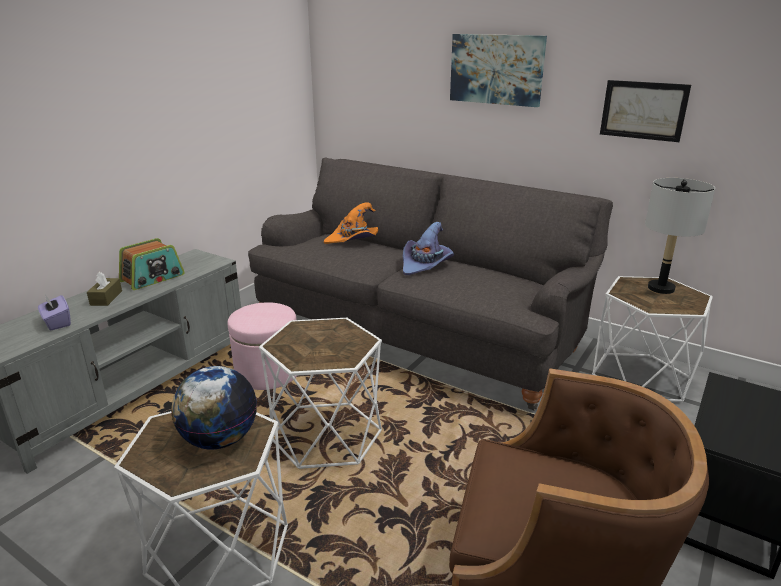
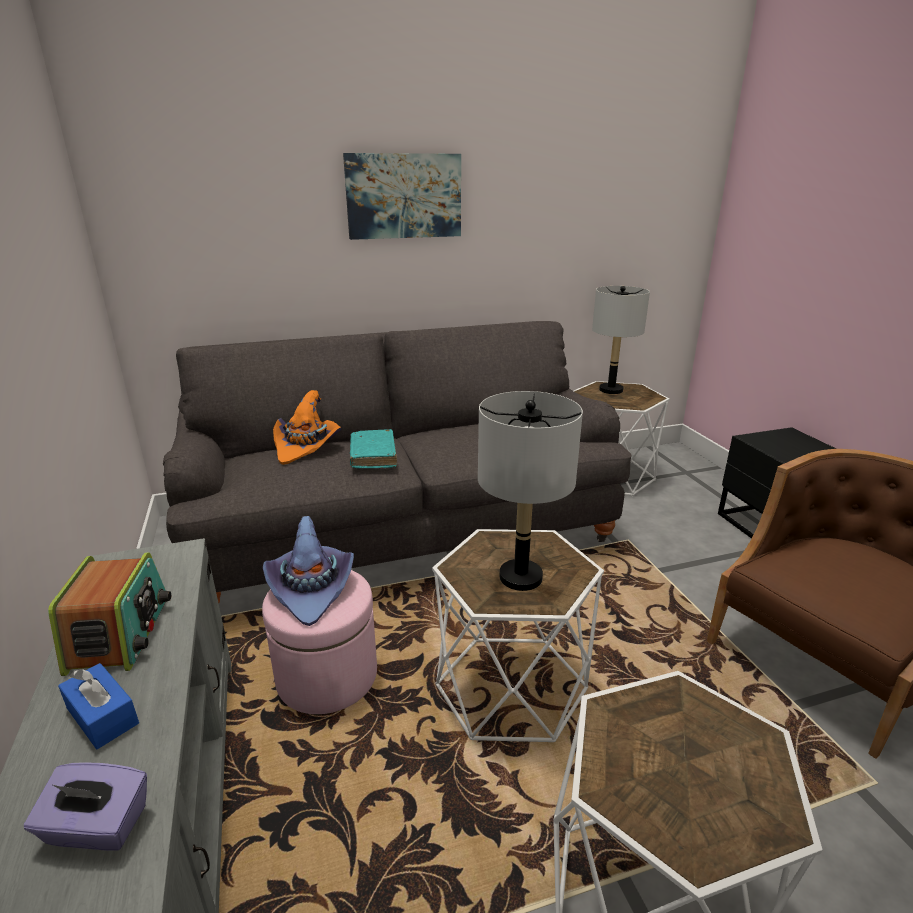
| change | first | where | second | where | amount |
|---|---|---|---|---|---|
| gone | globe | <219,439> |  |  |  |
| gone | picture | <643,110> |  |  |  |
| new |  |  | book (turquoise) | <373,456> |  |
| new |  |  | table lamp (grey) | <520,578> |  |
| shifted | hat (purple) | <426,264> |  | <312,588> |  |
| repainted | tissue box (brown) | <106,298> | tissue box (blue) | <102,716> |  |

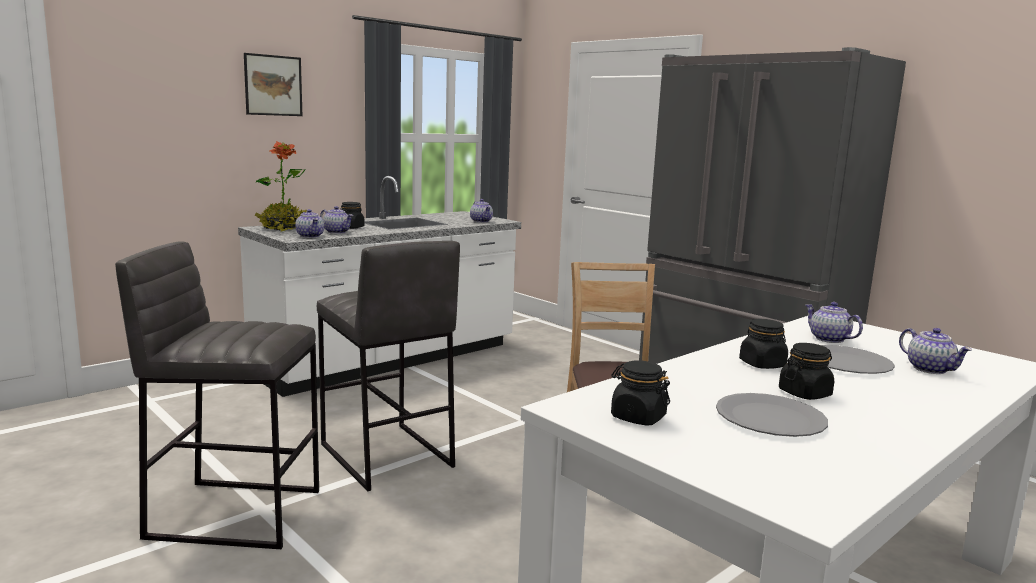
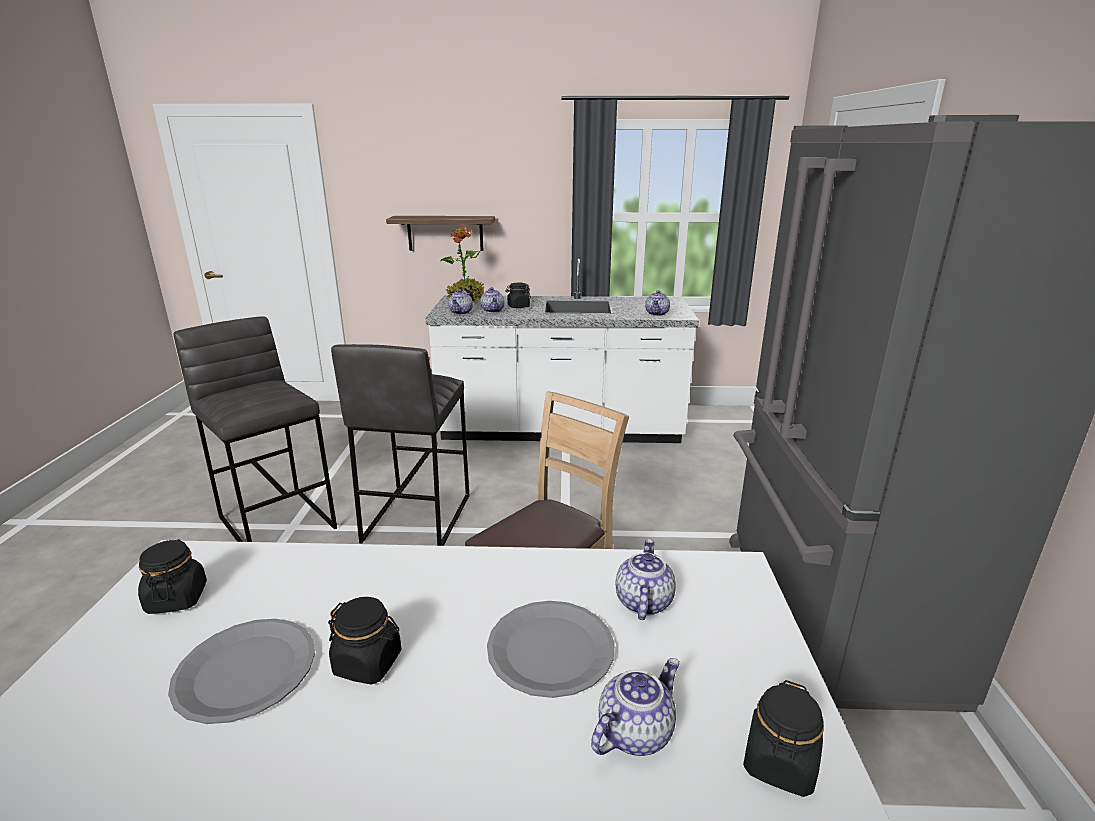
| change | first | where | second | where | amount |
|---|---|---|---|---|---|
| gone | picture | <273,85> |  |  |  |
| new |  |  | shelf | <445,233> |  |
| shifted | jar (black) | <762,364> |  | <779,763> |  |
| rotated | teapot | <930,369> |  | <634,731> | 150 degrees counterclockwise |

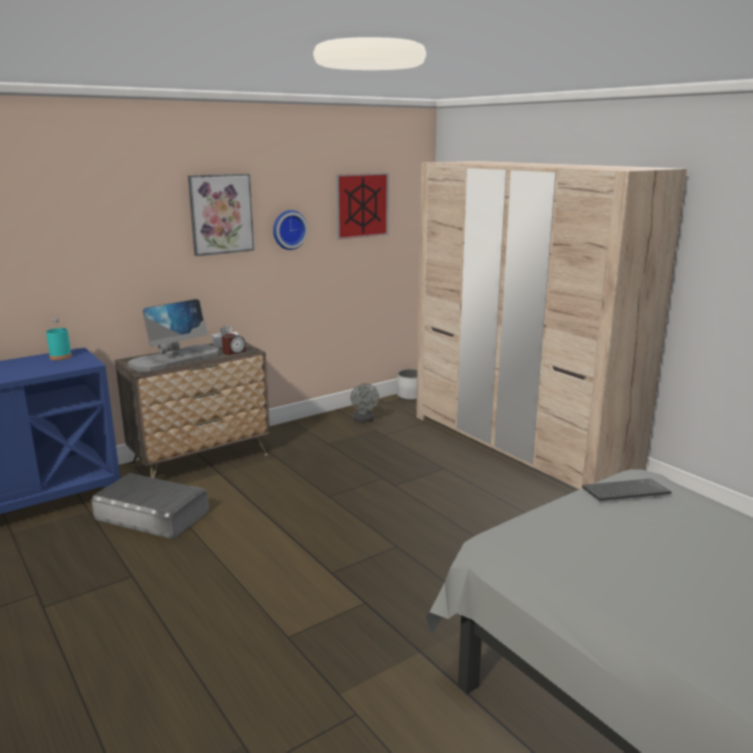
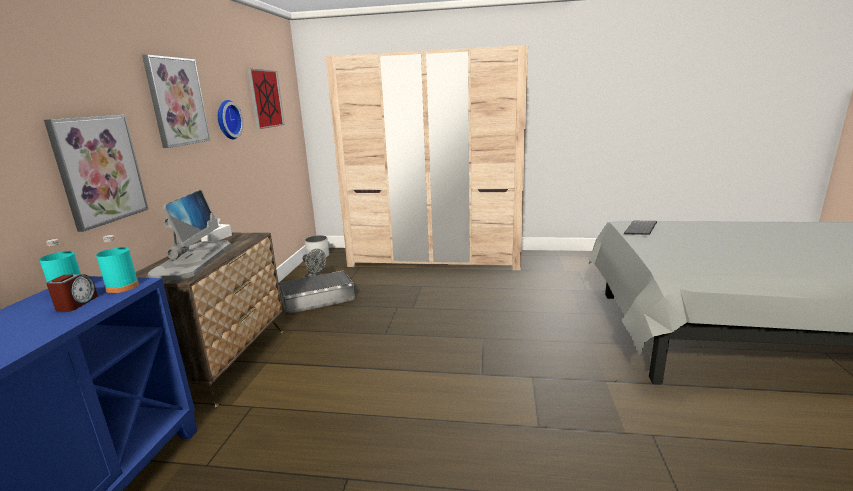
| change | first | where | second | where | amount |
|---|---|---|---|---|---|
| new |  |  | picture | <99,170> |  |
| new |  |  | bottle (turquoise) | <122,287> |  |
| shifted | storage box (grey) | <151,515> |  | <318,299> |  |
| shifted | alarm clock | <234,352> |  | <76,304> |  |

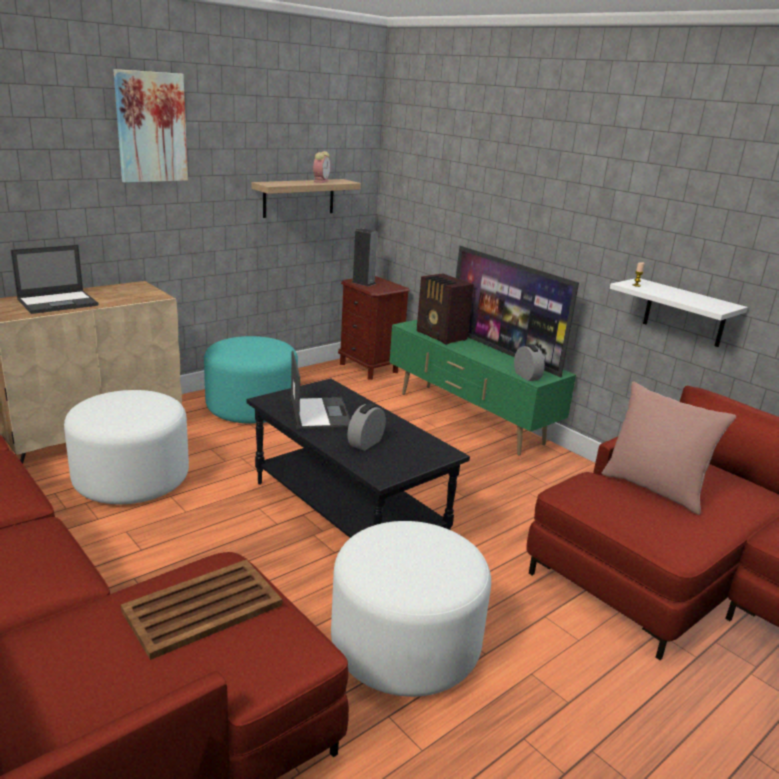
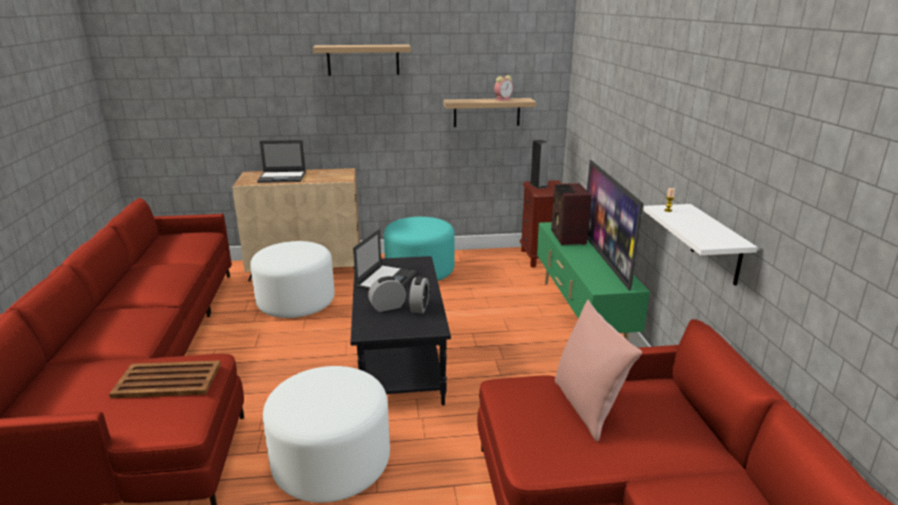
| change | first | where | second | where | amount |
|---|---|---|---|---|---|
| shifted | alarm clock | <527,376> |  | <419,307> |  |
| swapped | picture | <151,127> | shelf | <363,60> |  |

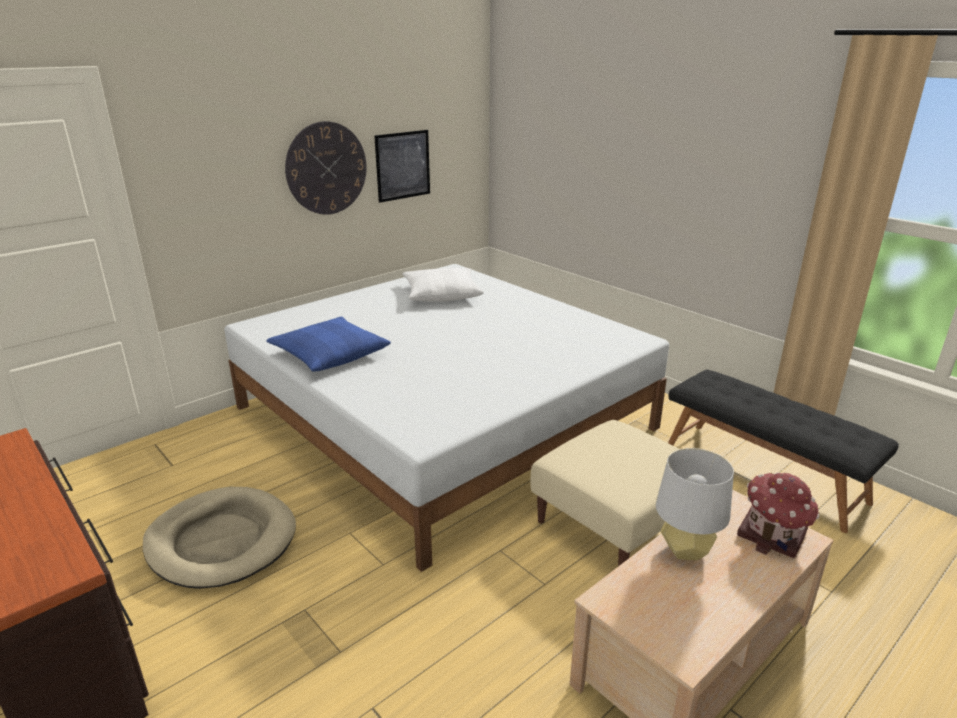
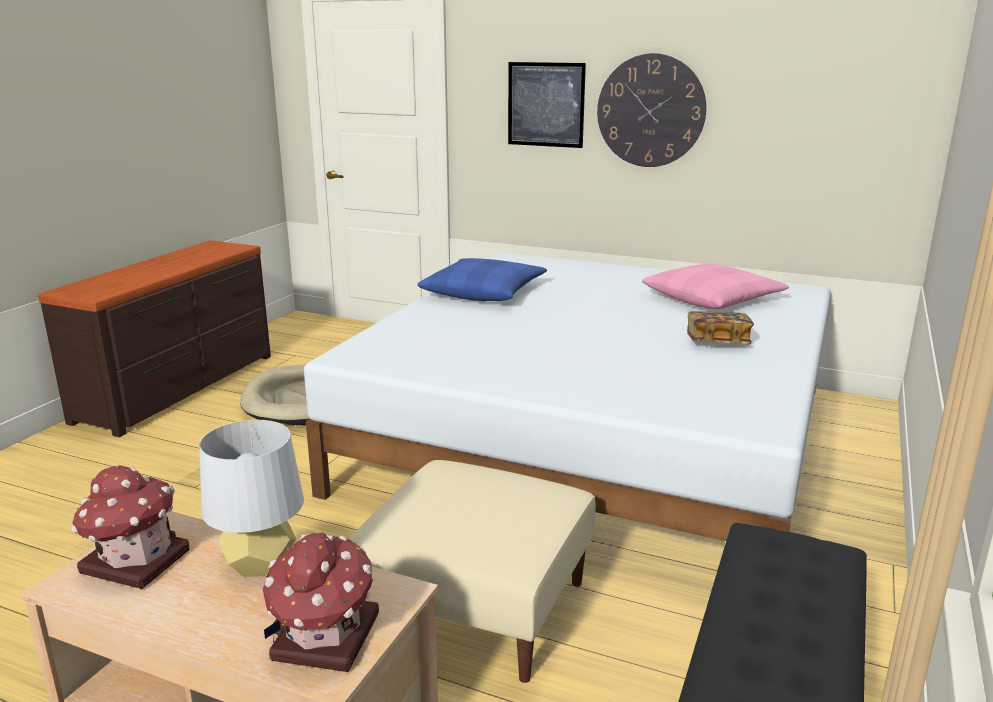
| change | first | where | second | where | amount |
|---|---|---|---|---|---|
| new |  |  | toy house | <134,561> |  |
| new |  |  | book | <717,342> |  |
| shifted | picture | <403,165> |  | <546,104> |  |
| repainted | pillow (white) | <441,293> | pillow (pink) | <712,299> |  |

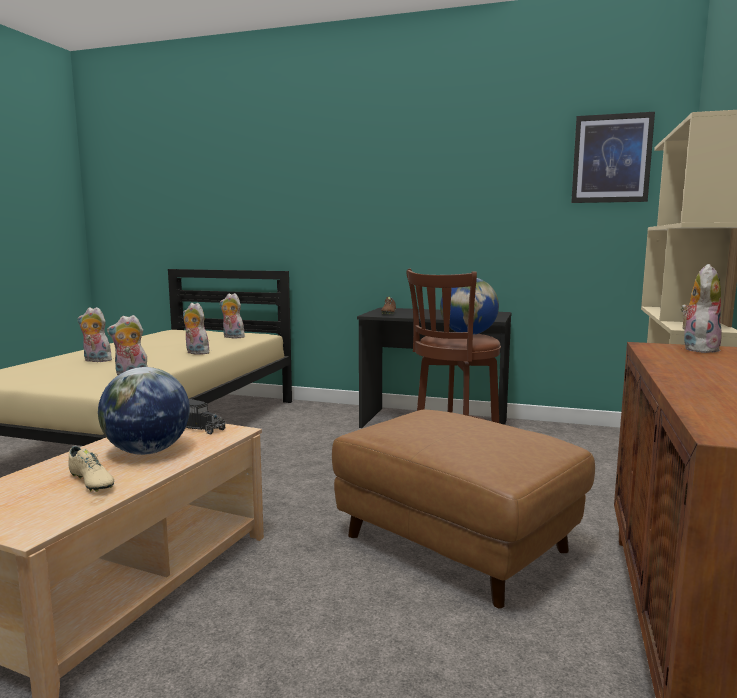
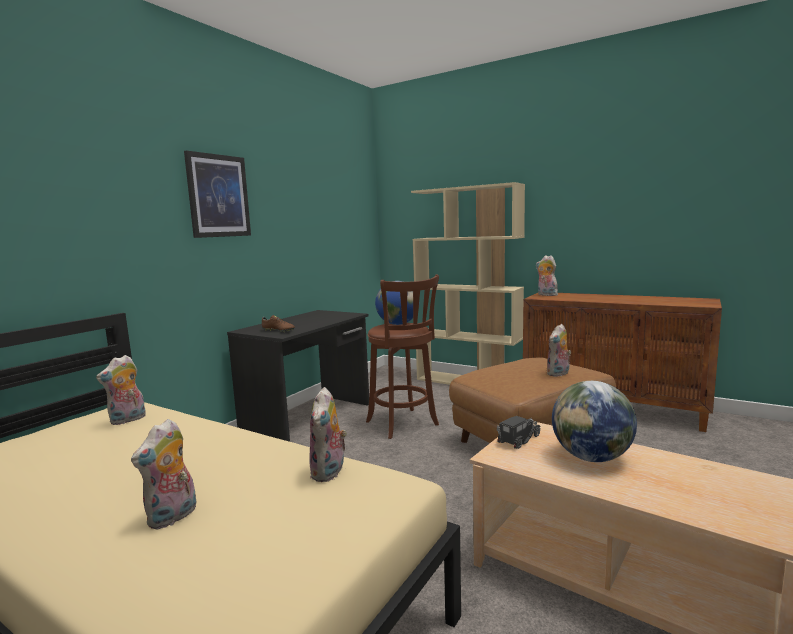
| change | first | where | second | where | amount |
|---|---|---|---|---|---|
| gone | shoe (beige) | <91,482> |  |  |  |
| shifted | plush toy | <195,353> |  | <558,374> |  |
| shifted | picture | <611,159> |  | <218,196> |  |

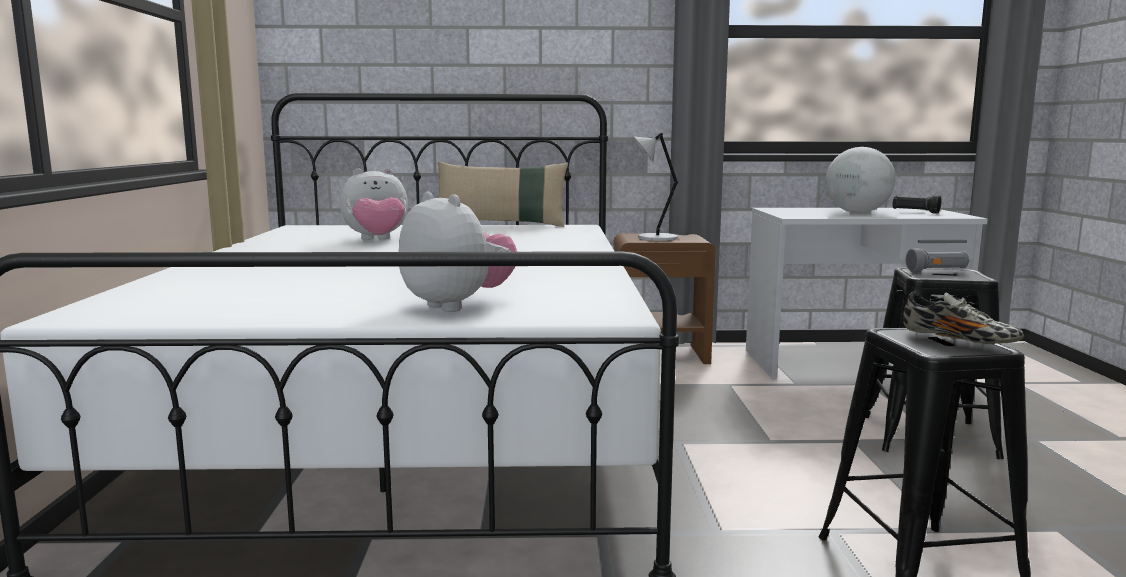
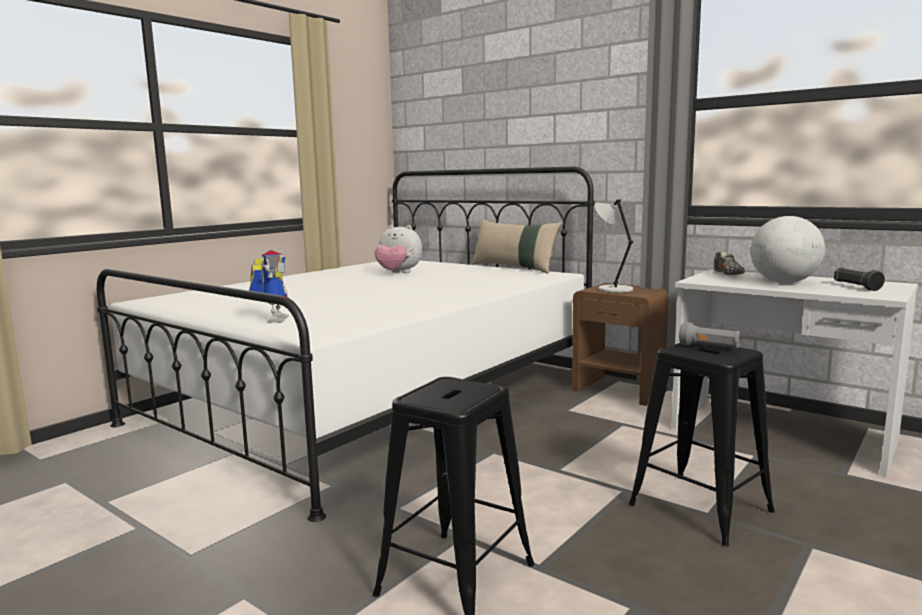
| change | first | where | second | where | amount |
|---|---|---|---|---|---|
| shifted | shoe | <959,341> |  | <728,275> |  |
| swapped | plush toy | <457,305> | toy robot | <274,319> |  |

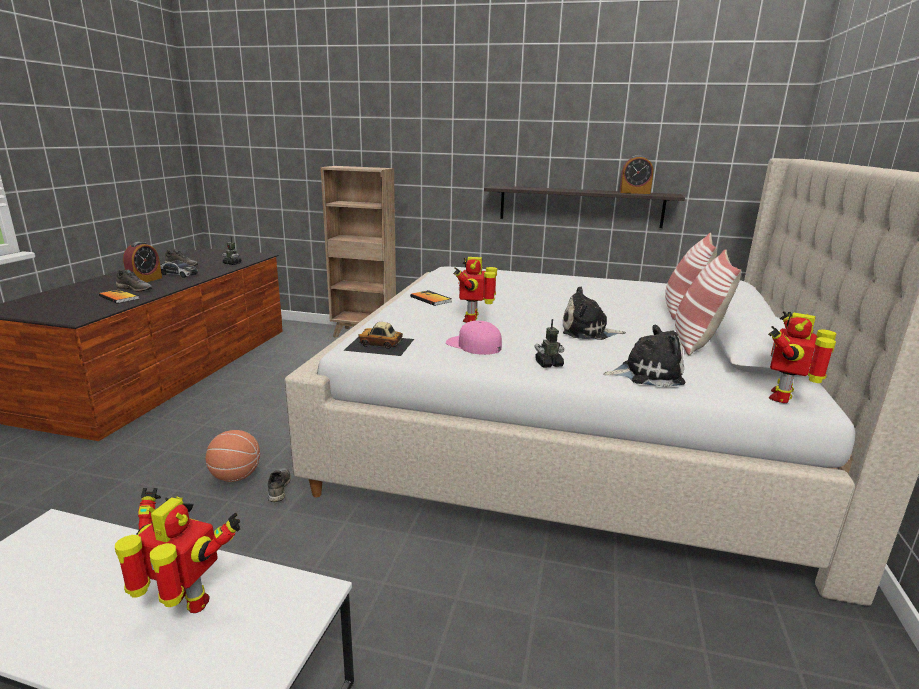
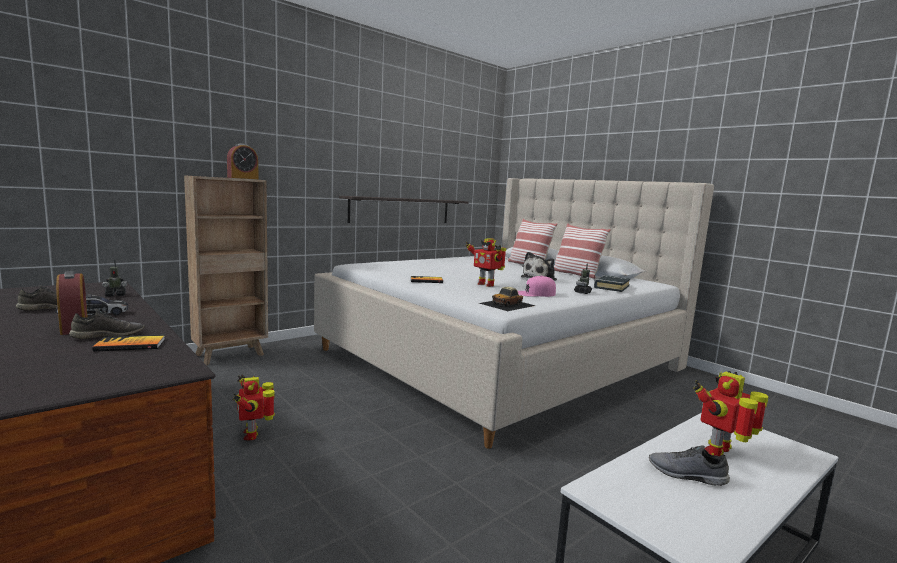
| change | first | where | second | where | amount |
|---|---|---|---|---|---|
| gone | basketball | <235,476> |  |  |  |
| shifted | shoe (grey) | <278,488> |  | <686,475> |  |
| shifted | alarm clock | <634,192> |  | <243,178> |  |
| shifted | toy robot | <784,397> |  | <253,434> |  |
| swapped | plush toy | <647,374> | book (black) | <611,287> |  |

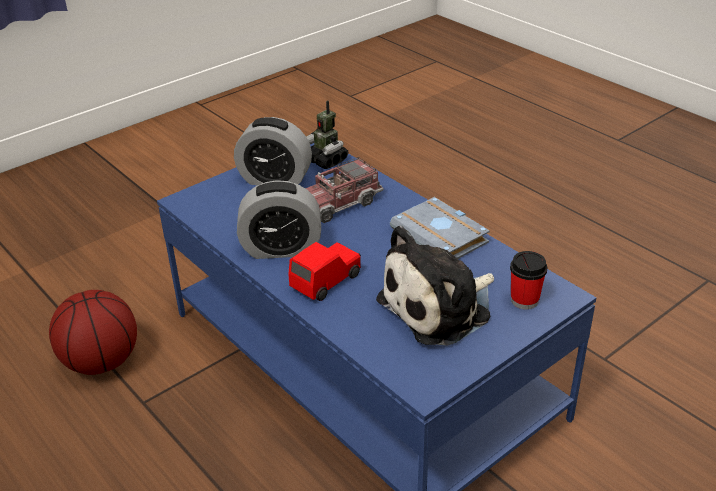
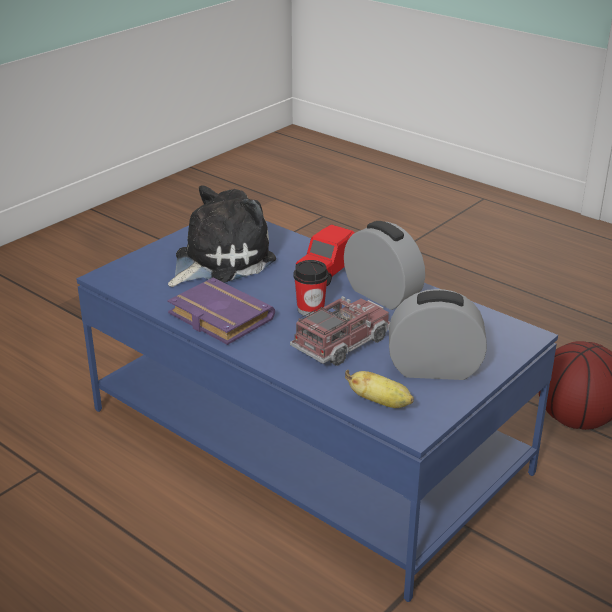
| change | first | where | second | where | amount |
|---|---|---|---|---|---|
| shifted | cup | <524,300> |  | <310,309> |  |
| swapped | toy robot | <326,161> | banana | <380,403> |  |
| repainted | book (grey) | <442,236> | book (purple) | <217,317> |  |
| rotated | alarm clock | <281,249> |  | <382,295> | 60 degrees clockwise |

